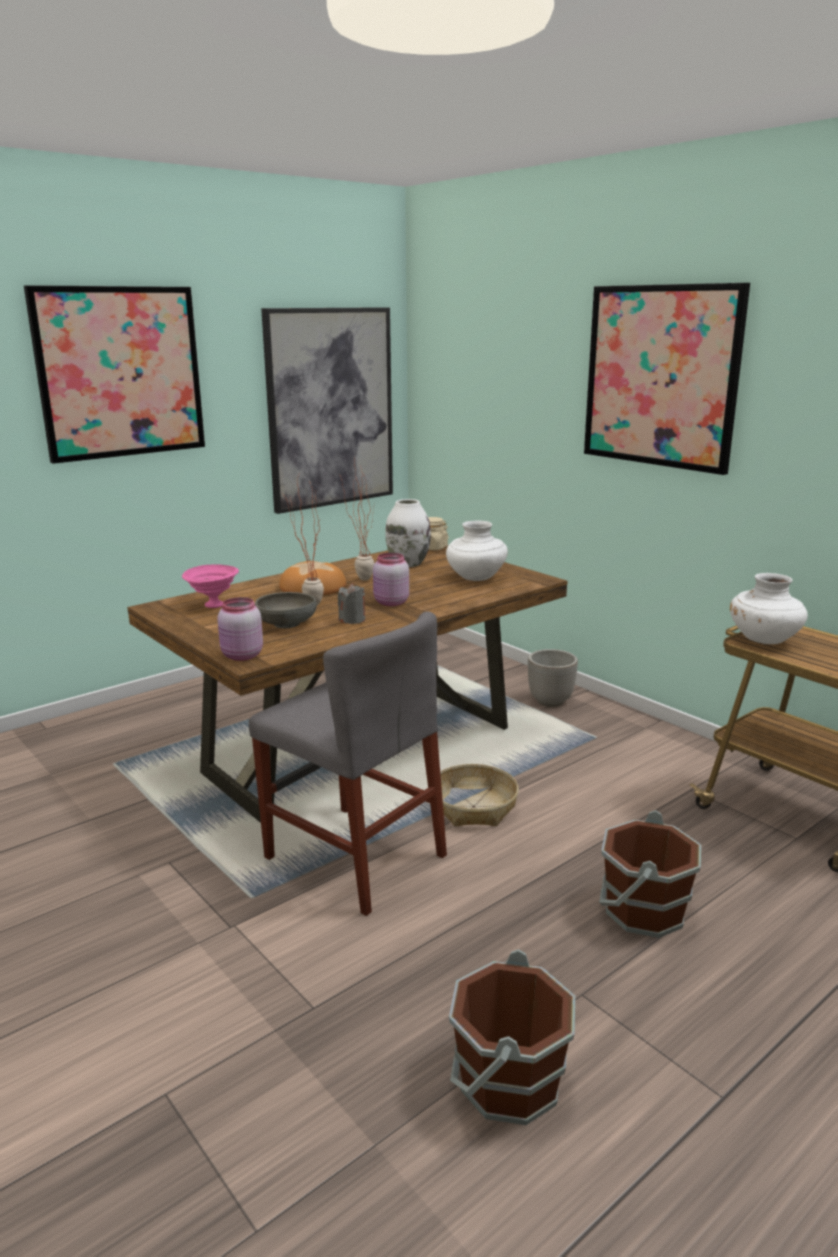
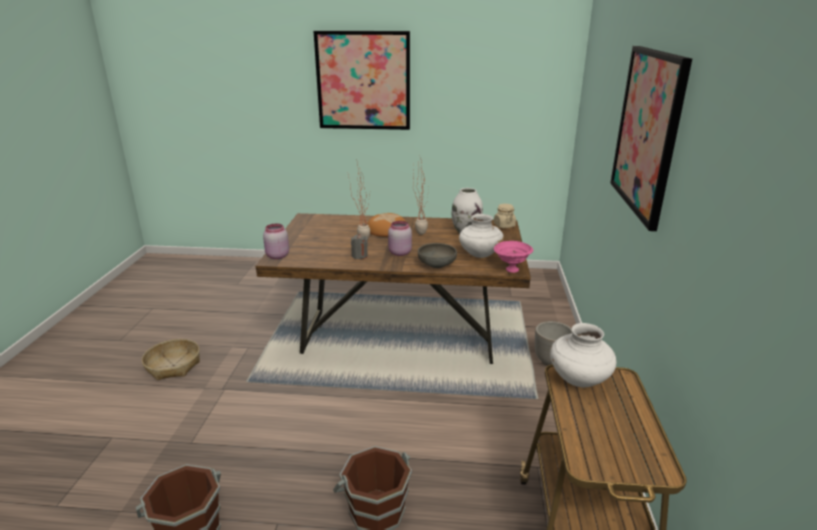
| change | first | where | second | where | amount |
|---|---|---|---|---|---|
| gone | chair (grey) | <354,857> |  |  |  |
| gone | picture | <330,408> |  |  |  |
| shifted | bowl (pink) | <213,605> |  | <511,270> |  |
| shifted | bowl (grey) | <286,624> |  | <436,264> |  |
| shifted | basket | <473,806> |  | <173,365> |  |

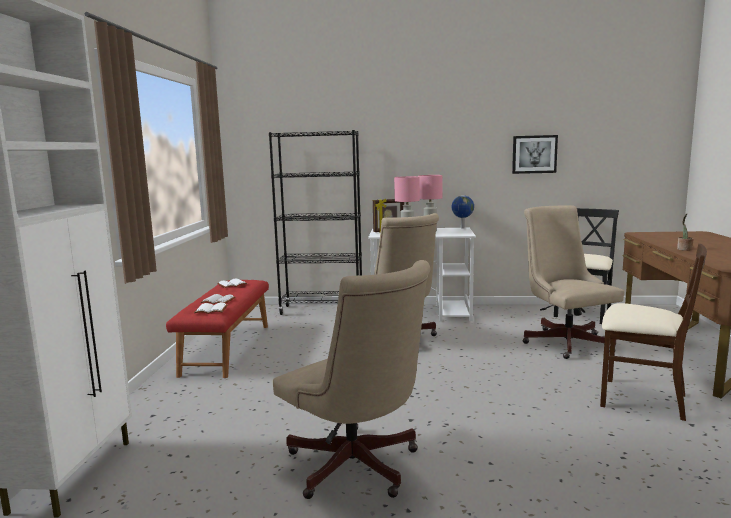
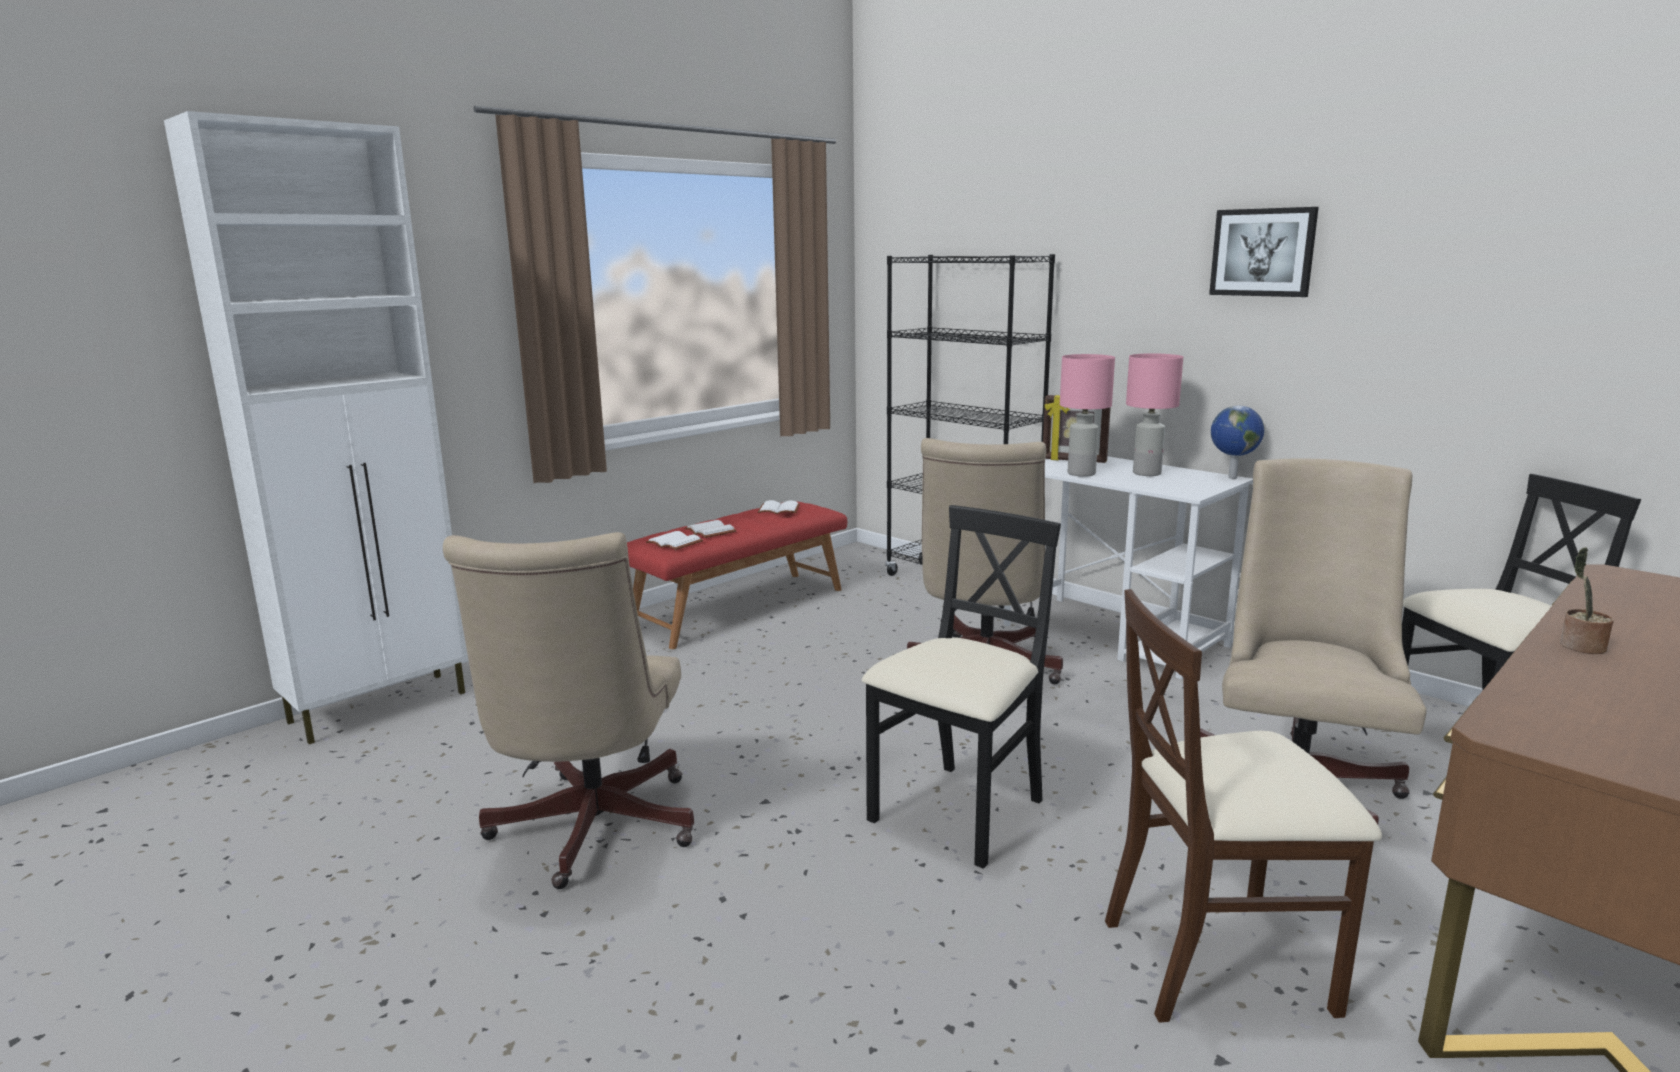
| change | first | where | second | where | amount |
|---|---|---|---|---|---|
| new |  |  | chair (black) | <958,813> |  |
| shifted | picture | <534,154> |  | <1263,252> |  |
| rotated | chair (beige) | <641,399> |  | <1217,960> | 105 degrees clockwise |

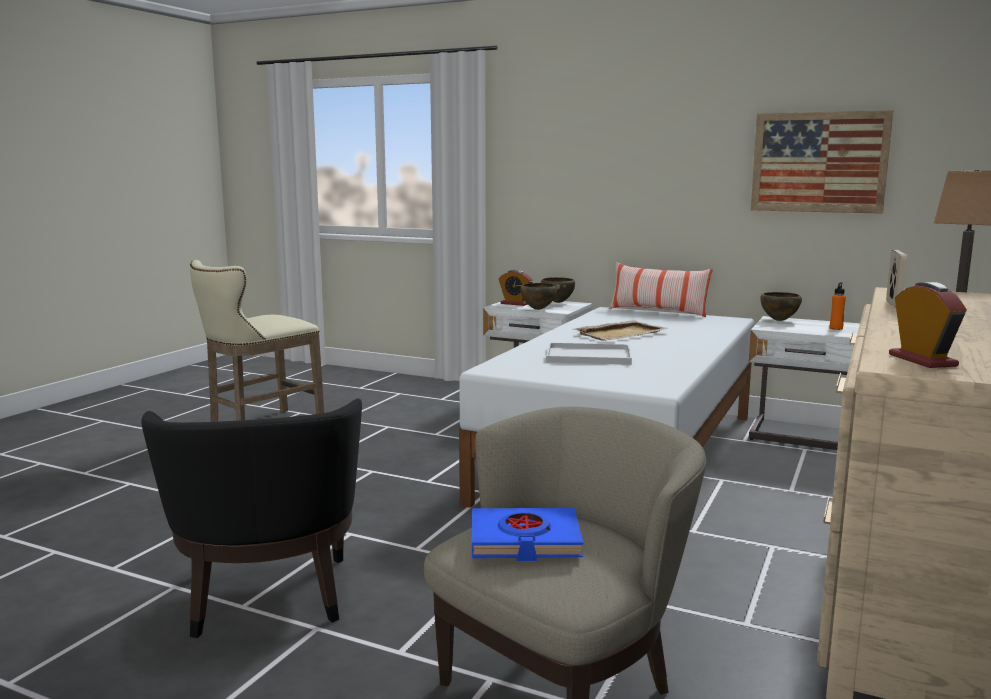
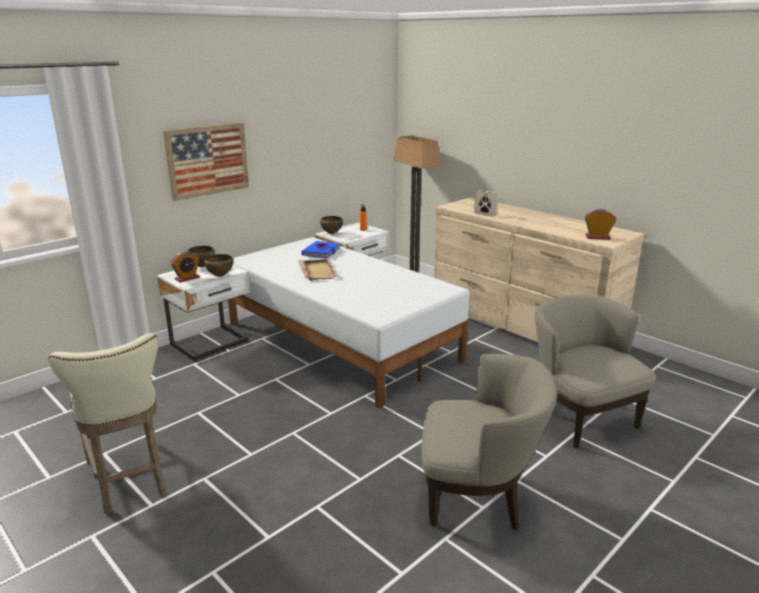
| change | first | where | second | where | amount |
|---|---|---|---|---|---|
| gone | tray (white) | <590,356> |  |  |  |
| gone | pillow | <658,311> |  |  |  |
| shifted | book (blue) | <525,541> |  | <321,252> |  |
| shifted | picture | <819,162> |  | <208,160> |  |
| repainted | armchair (black) | <268,600> | armchair (beige) | <478,496> |  |

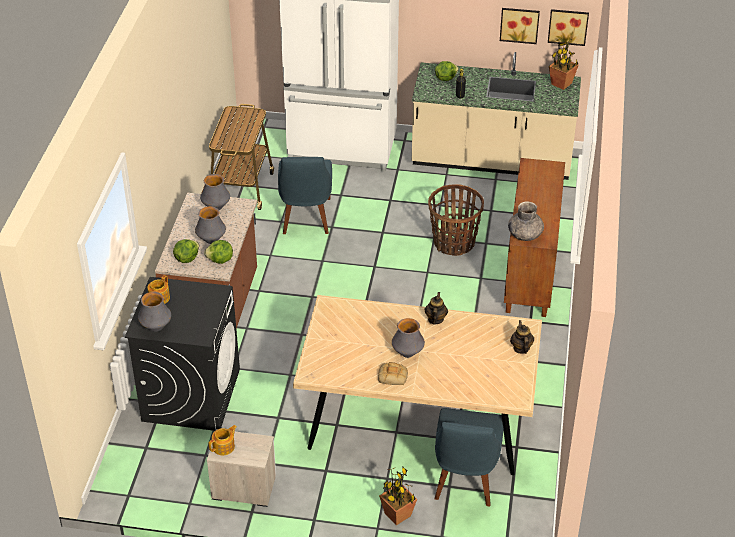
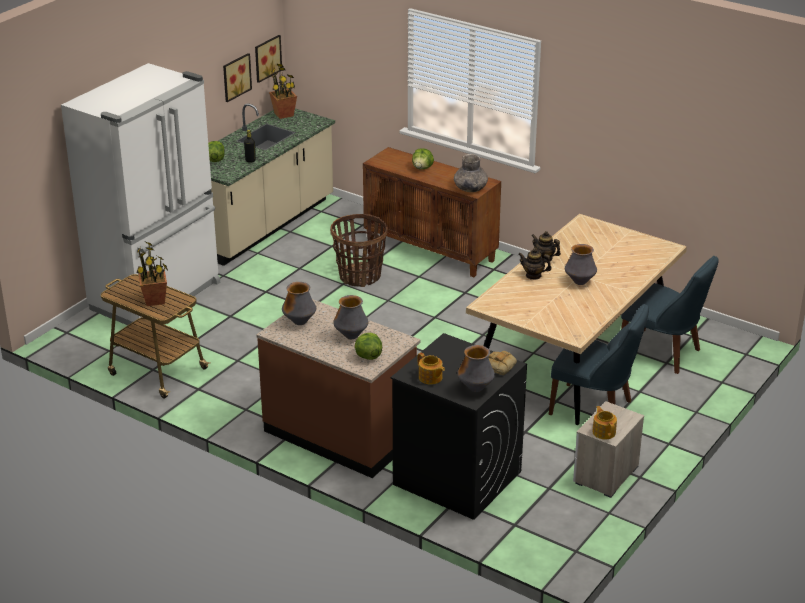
| change | first | where | second | where | amount |
|---|---|---|---|---|---|
| shifted | lettuce | <220,260> |  | <422,168> |  |
| shifted | chair (blue) | <305,218> |  | <594,408> |  |
| shifted | bread | <393,376> |  | <499,365> |  |
| shifted | potted plant | <398,515> |  | <155,300> |  |
| shifted | teapot | <521,348> |  | <533,275> |  |

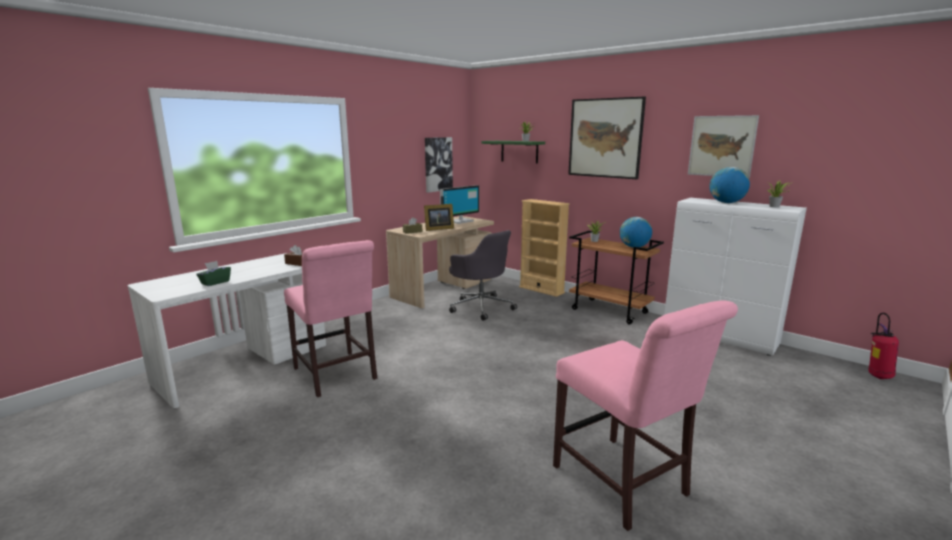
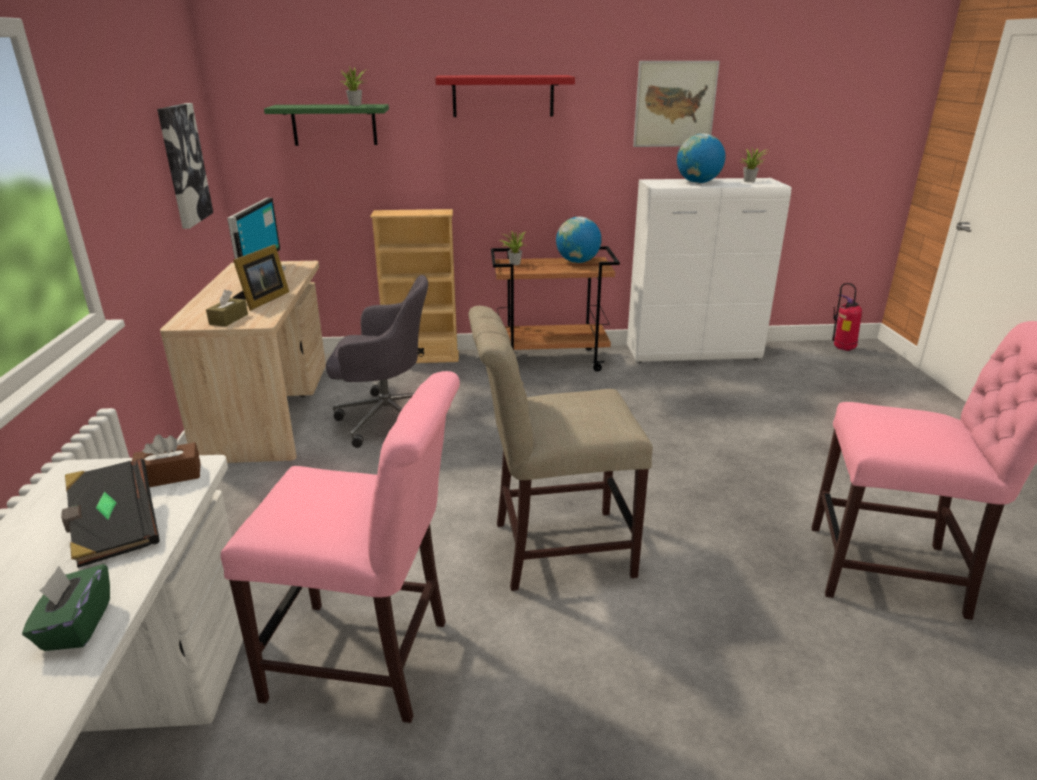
| change | first | where | second | where | amount |
|---|---|---|---|---|---|
| new |  |  | book (black) | <114,529> |  |
| new |  |  | chair (beige) | <553,548> |  |
| swapped | picture | <605,138> | shelf (red) | <503,96> |  |

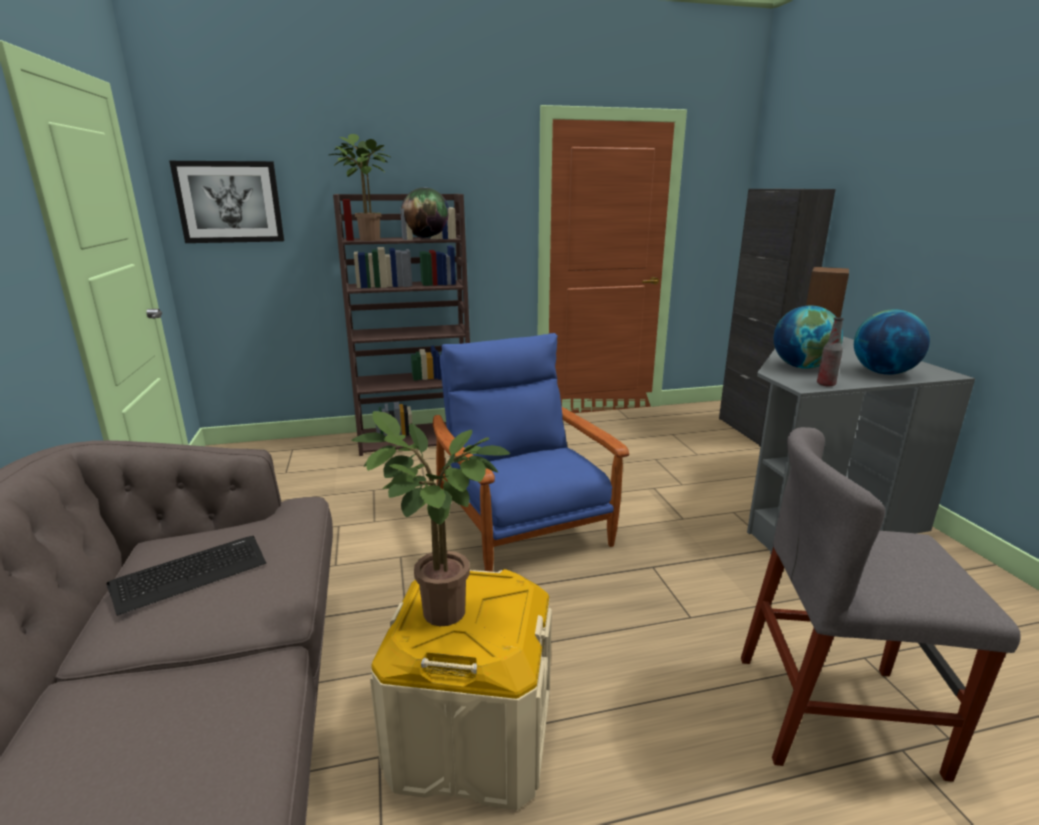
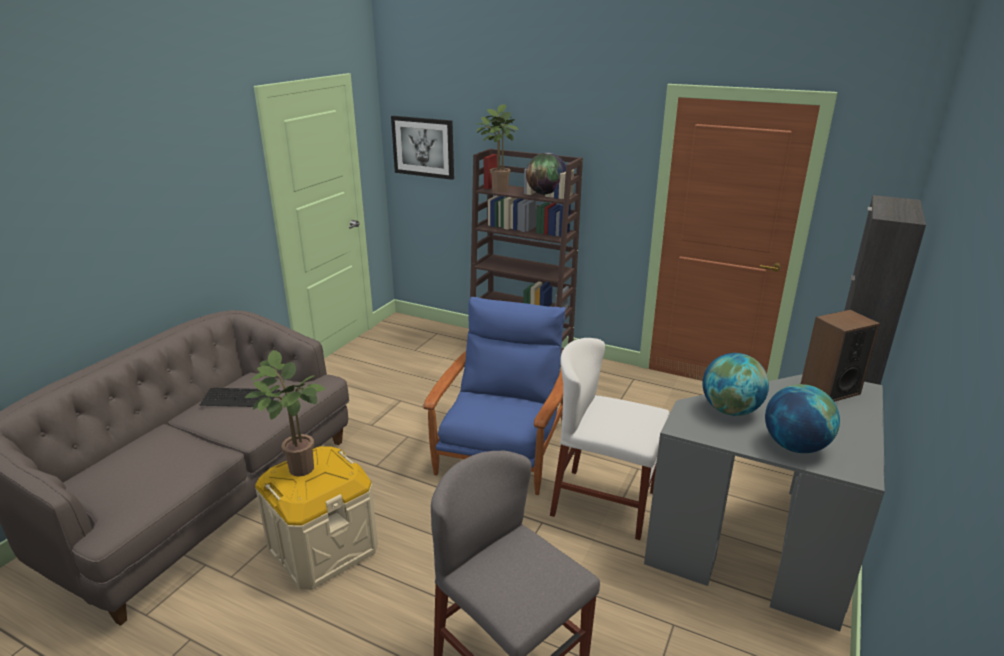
| change | first | where | second | where | amount |
|---|---|---|---|---|---|
| gone | bottle | <826,384> |  |  |  |
| new |  |  | chair (white) | <604,503> |  |

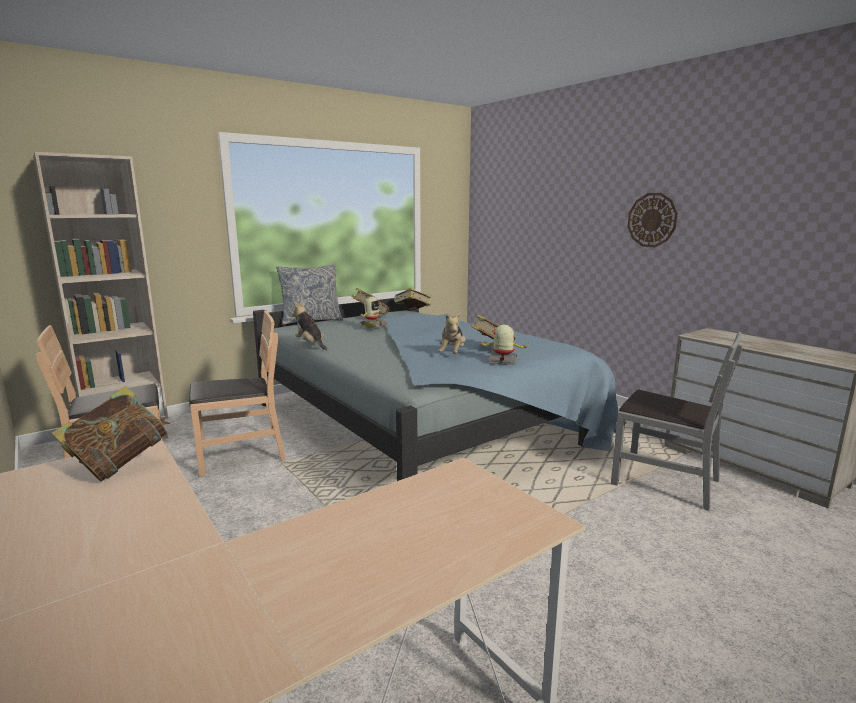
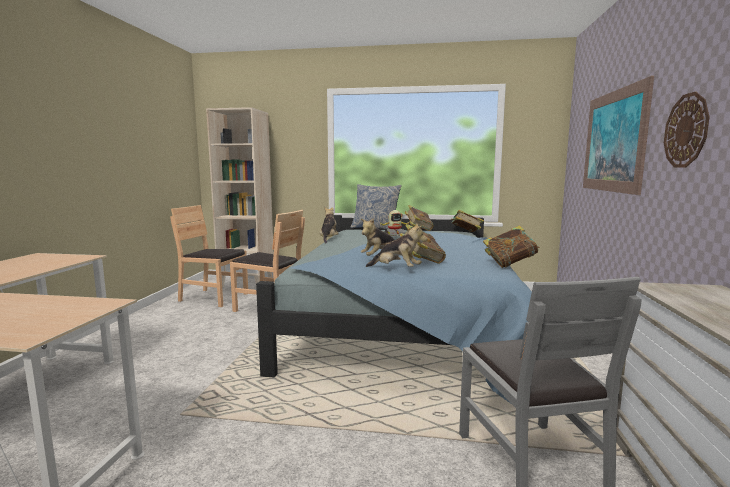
| change | first | where | second | where | amount |
|---|---|---|---|---|---|
| new |  |  | picture | <613,141> |  |
| shifted | book | <119,464> |  | <510,264> |  |
| swapped | toy robot | <503,361> | plush toy | <396,269> |  |

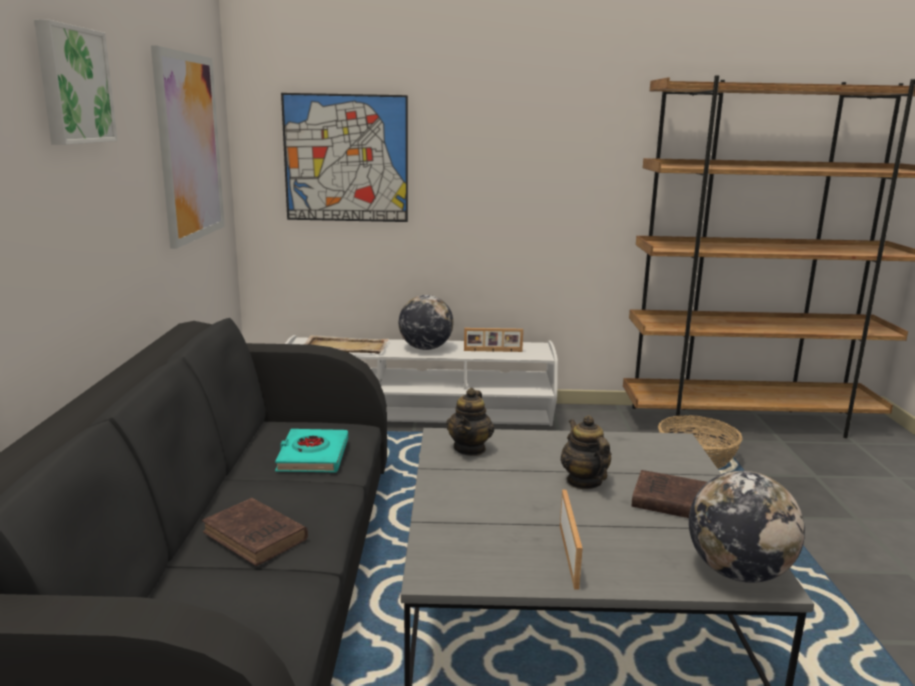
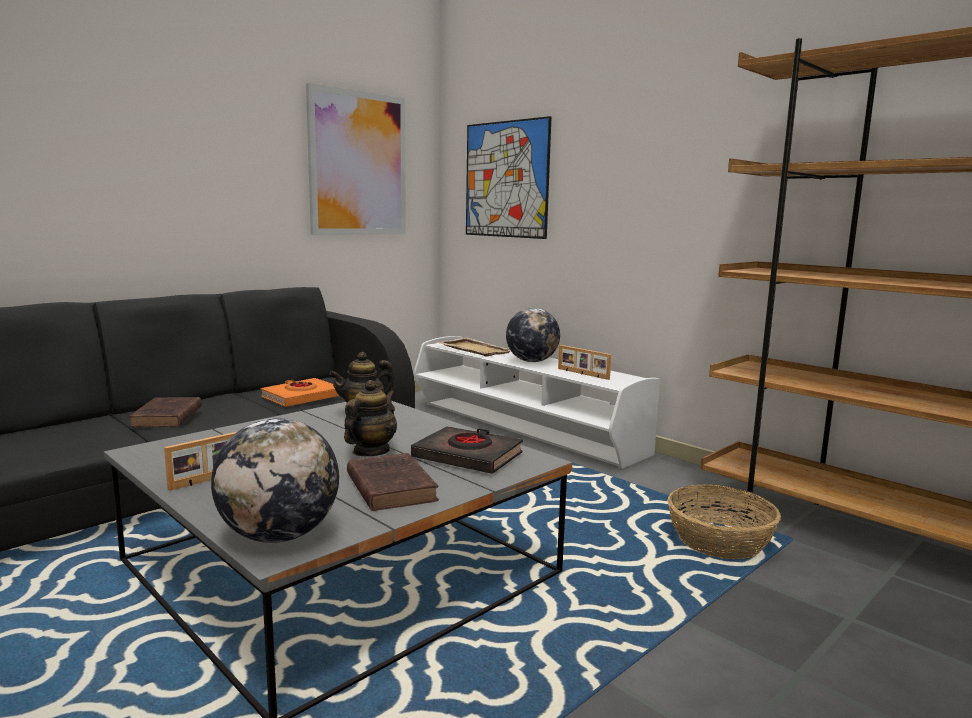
| change | first | where | second | where | amount |
|---|---|---|---|---|---|
| gone | picture | <72,85> |  |  |  |
| new |  |  | book (black) | <468,456> |  |
| repainted | book (turquoise) | <312,456> | book (orange) | <301,397> |  |

